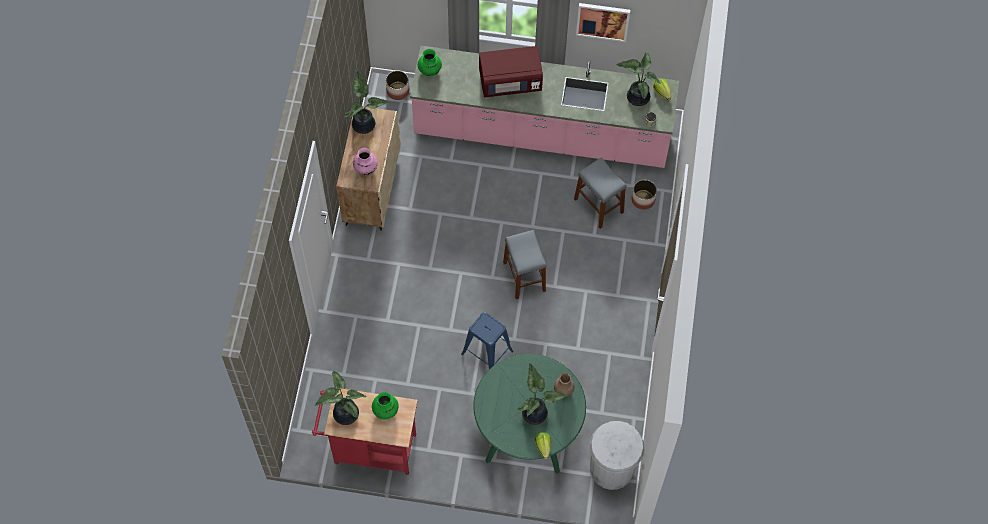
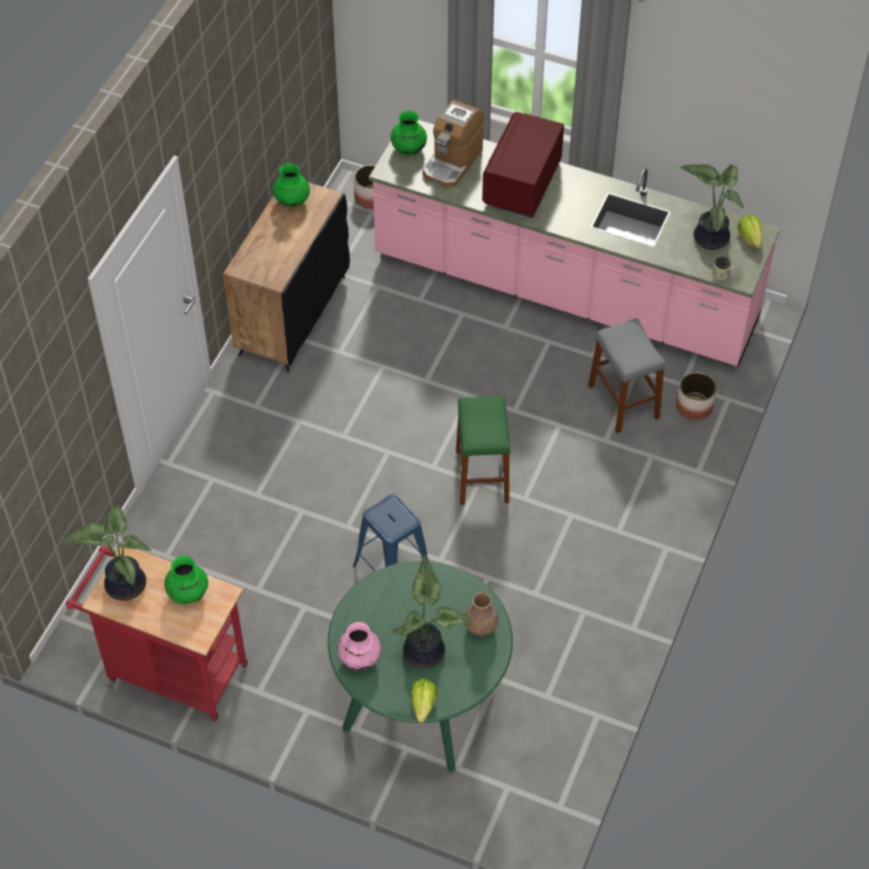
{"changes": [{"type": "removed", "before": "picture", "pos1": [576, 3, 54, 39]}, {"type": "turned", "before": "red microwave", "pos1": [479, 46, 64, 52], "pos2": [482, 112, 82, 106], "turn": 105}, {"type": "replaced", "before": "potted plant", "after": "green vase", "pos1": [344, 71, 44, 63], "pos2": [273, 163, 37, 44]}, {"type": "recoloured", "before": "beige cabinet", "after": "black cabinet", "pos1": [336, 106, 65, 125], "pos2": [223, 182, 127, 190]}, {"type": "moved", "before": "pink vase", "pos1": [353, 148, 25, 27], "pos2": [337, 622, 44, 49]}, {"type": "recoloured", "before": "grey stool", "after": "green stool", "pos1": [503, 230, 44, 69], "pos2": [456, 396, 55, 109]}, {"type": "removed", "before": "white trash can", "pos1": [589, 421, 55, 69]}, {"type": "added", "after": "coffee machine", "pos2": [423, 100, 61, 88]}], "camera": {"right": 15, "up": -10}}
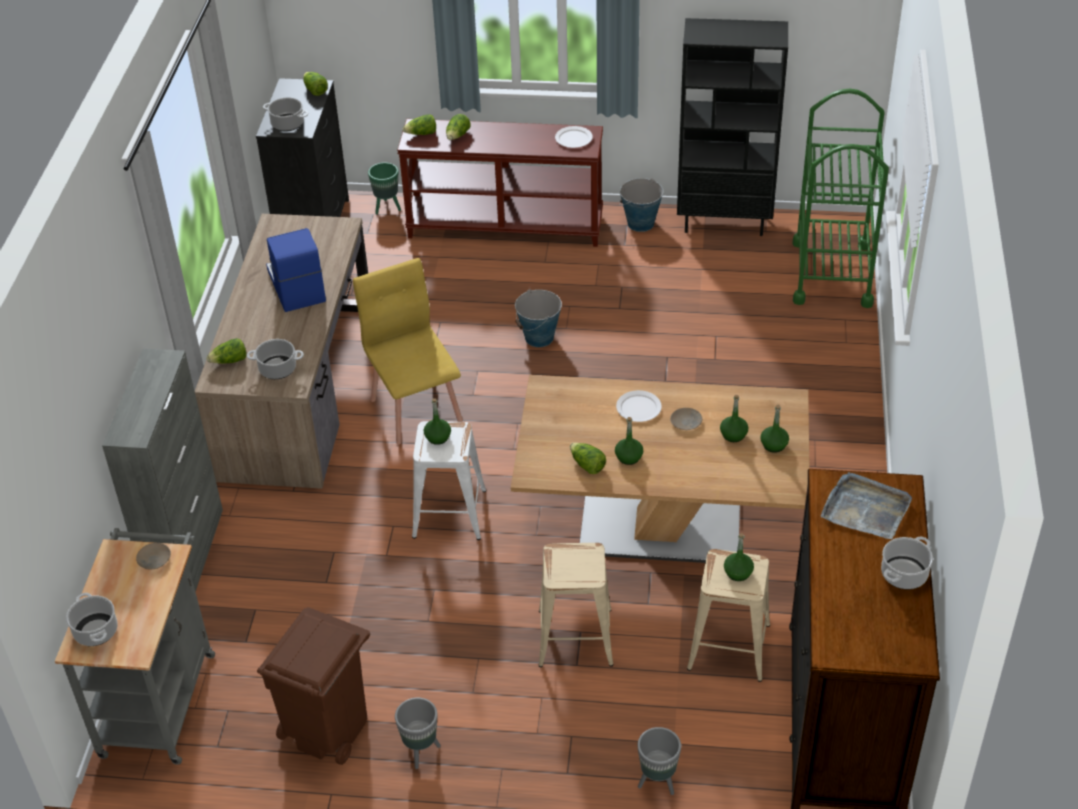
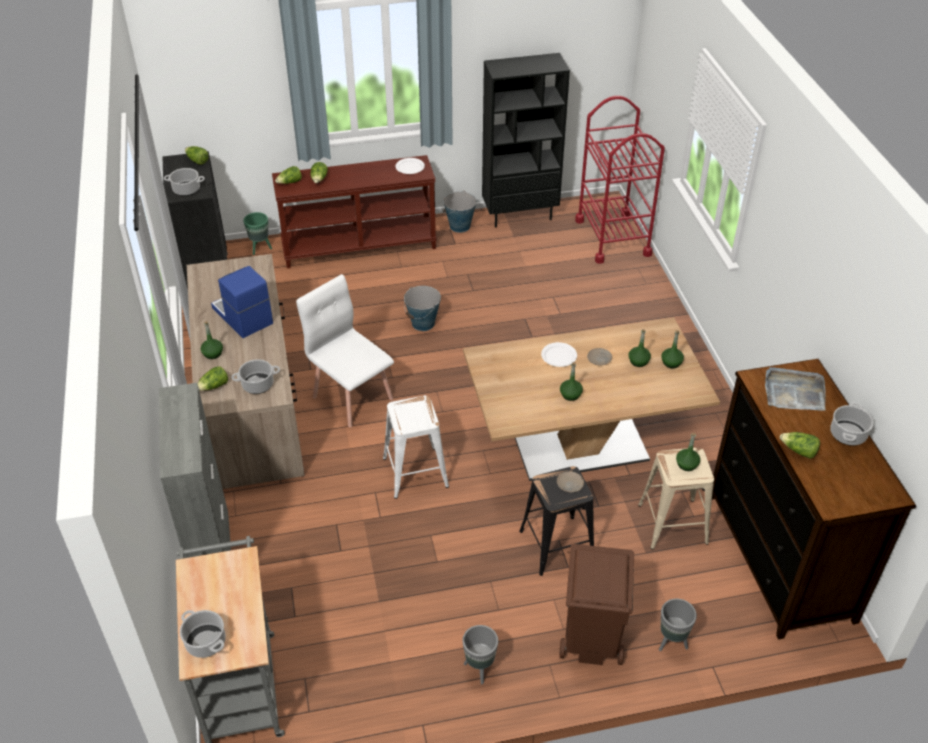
{"changes": [{"type": "recoloured", "before": "green cart", "after": "red cart", "pos1": [792, 89, 97, 219], "pos2": [575, 96, 90, 168]}, {"type": "recoloured", "before": "yellow chair", "after": "white chair", "pos1": [353, 258, 110, 187], "pos2": [296, 274, 98, 154]}, {"type": "moved", "before": "green bottle", "pos1": [424, 398, 27, 47], "pos2": [201, 321, 22, 38]}, {"type": "moved", "before": "lettuce", "pos1": [570, 443, 36, 31], "pos2": [780, 432, 40, 27]}, {"type": "moved", "before": "beige plate", "pos1": [136, 543, 35, 26], "pos2": [557, 471, 27, 22]}, {"type": "recoloured", "before": "beige stool", "after": "black stool", "pos1": [539, 543, 74, 124], "pos2": [520, 466, 74, 110]}, {"type": "moved", "before": "brown trash can", "pos1": [257, 607, 113, 158], "pos2": [559, 544, 75, 121]}], "camera": {"right": -20, "up": 0}}
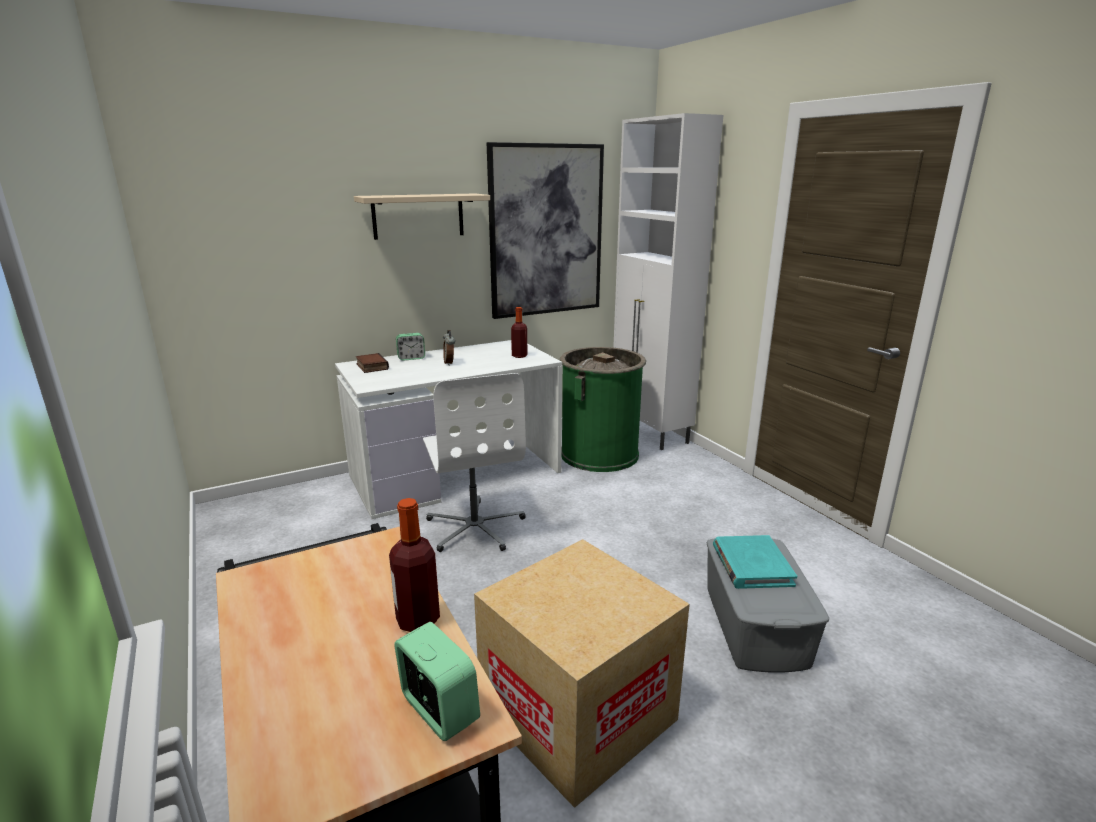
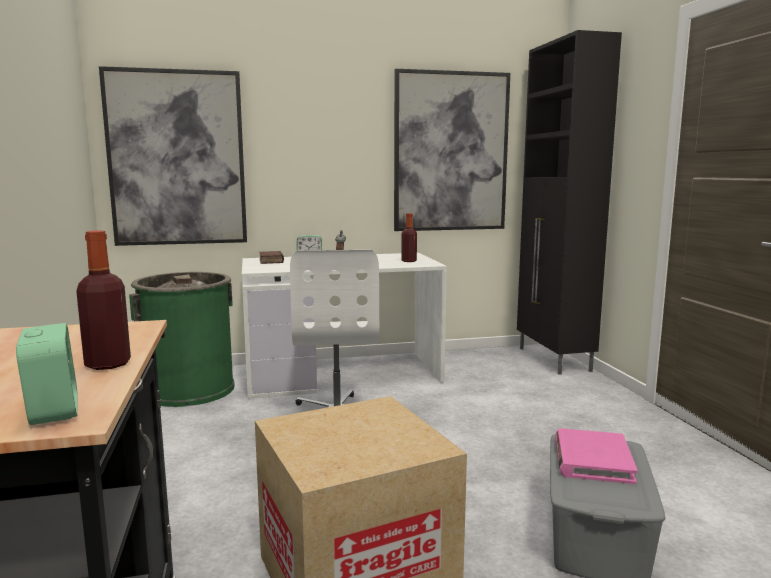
{"changes": [{"type": "recoloured", "before": "white cabinet", "after": "black cabinet", "pos1": [613, 113, 110, 337], "pos2": [517, 30, 105, 344]}, {"type": "removed", "before": "beige shelf", "pos1": [354, 193, 136, 47]}, {"type": "moved", "before": "green trash can", "pos1": [560, 347, 86, 125], "pos2": [129, 272, 106, 135]}, {"type": "recoloured", "before": "turquoise book", "after": "pink book", "pos1": [713, 535, 84, 54], "pos2": [555, 428, 83, 56]}, {"type": "added", "after": "picture", "pos2": [99, 66, 148, 180]}], "camera": {"right": 15, "up": -10}}
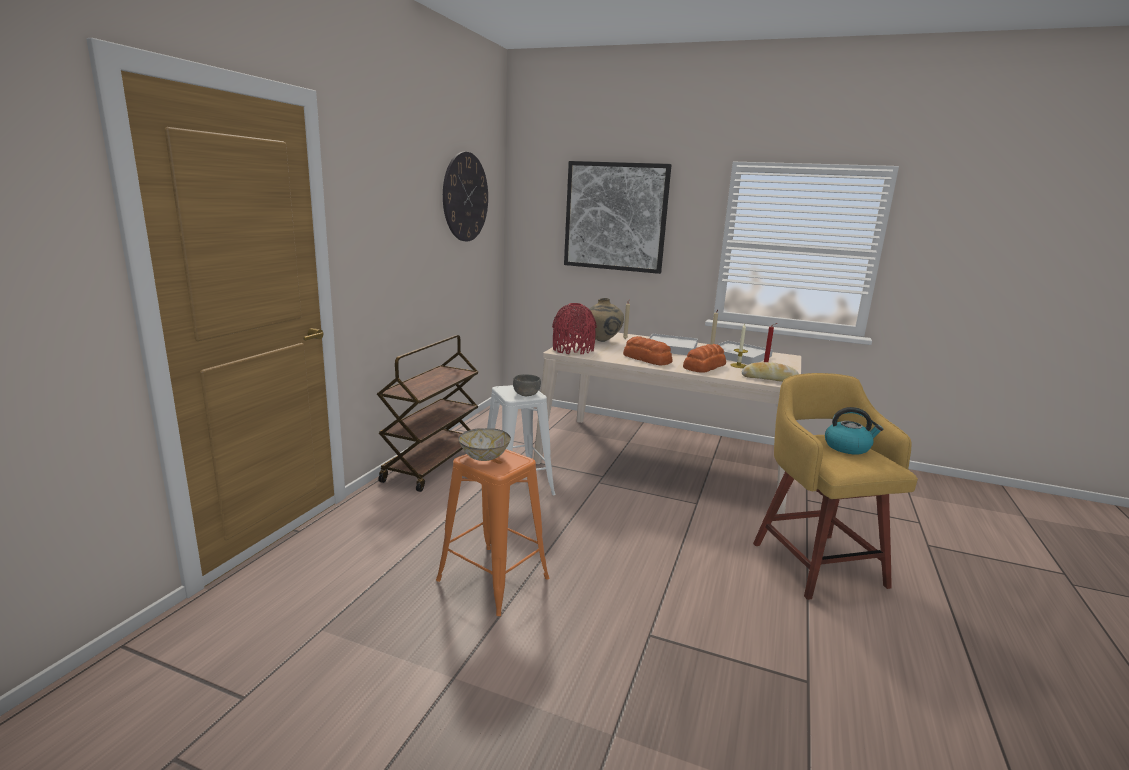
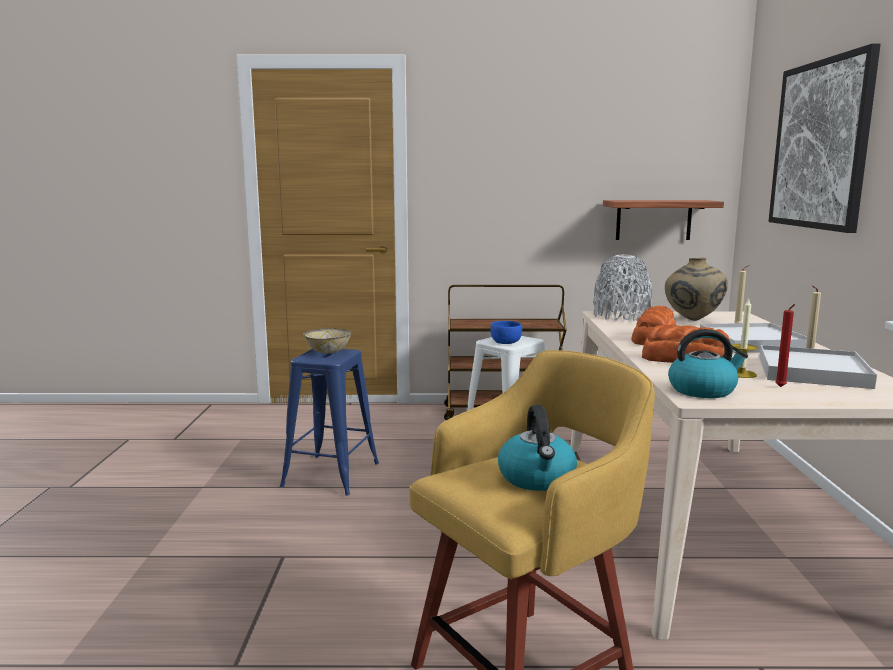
{"changes": [{"type": "removed", "before": "wall clock", "pos1": [443, 152, 45, 89]}, {"type": "recoloured", "before": "red vase", "after": "grey vase", "pos1": [552, 303, 45, 51], "pos2": [594, 255, 58, 66]}, {"type": "replaced", "before": "bread", "after": "kettle", "pos1": [742, 362, 57, 20], "pos2": [668, 329, 80, 69]}, {"type": "recoloured", "before": "grey bowl", "after": "blue bowl", "pos1": [513, 374, 28, 22], "pos2": [490, 321, 32, 23]}, {"type": "recoloured", "before": "orange stool", "after": "blue stool", "pos1": [436, 449, 113, 167], "pos2": [280, 349, 99, 147]}, {"type": "added", "after": "shelf", "pos2": [603, 200, 121, 40]}], "camera": {"right": 70, "up": -5}}
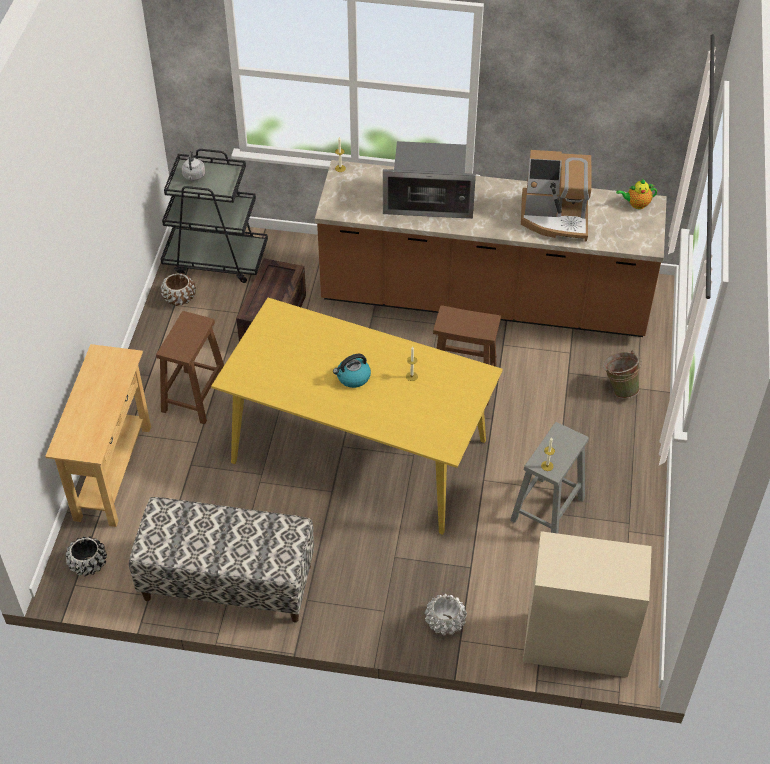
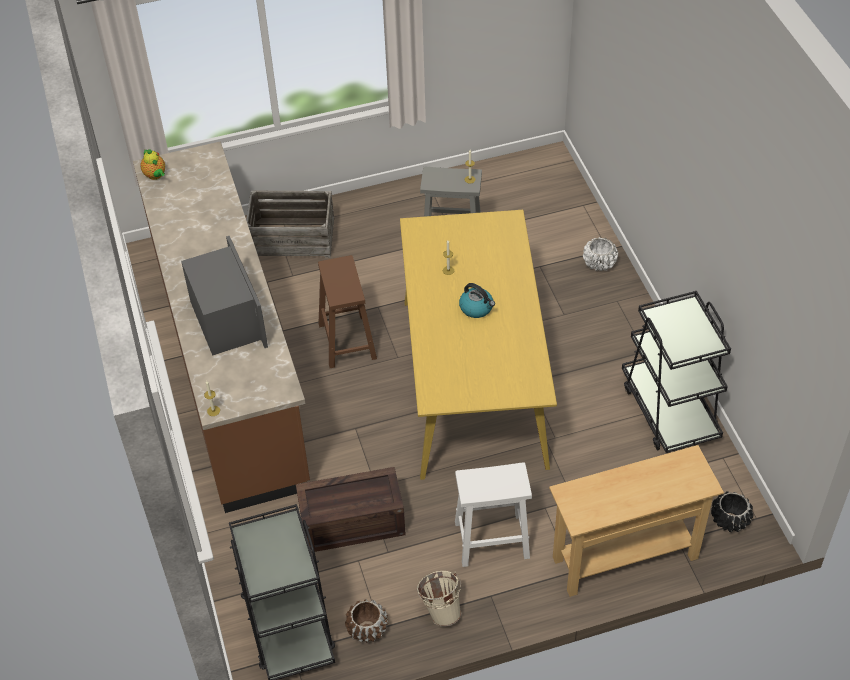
{"changes": [{"type": "removed", "before": "coffee machine", "pos1": [521, 150, 71, 92]}, {"type": "removed", "before": "grey kettle", "pos1": [182, 151, 23, 30]}, {"type": "recoloured", "before": "brown stool", "after": "white stool", "pos1": [156, 311, 68, 113], "pos2": [455, 462, 77, 105]}, {"type": "replaced", "before": "green bucket", "after": "crate", "pos1": [603, 350, 39, 49], "pos2": [246, 191, 88, 67]}, {"type": "replaced", "before": "bench", "after": "black cart", "pos1": [129, 497, 185, 126], "pos2": [622, 291, 109, 162]}, {"type": "removed", "before": "beige cabinet", "pos1": [523, 531, 129, 146]}, {"type": "added", "after": "beige bucket", "pos2": [417, 571, 44, 56]}], "camera": {"right": -115, "up": 0}}
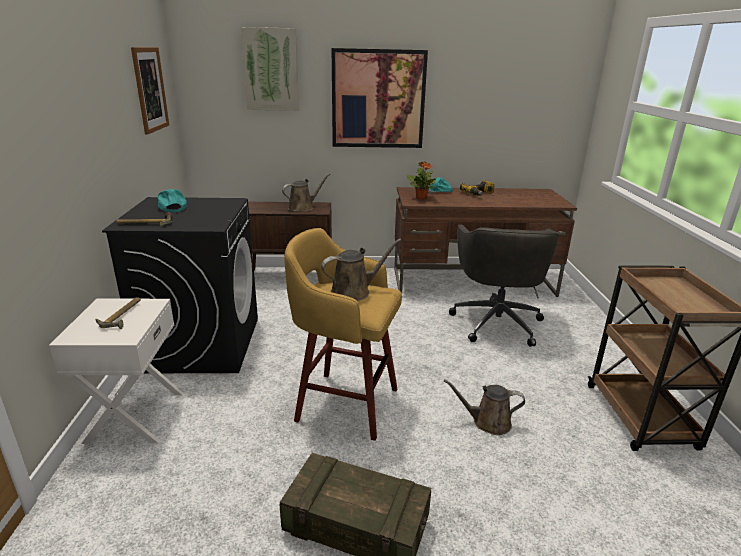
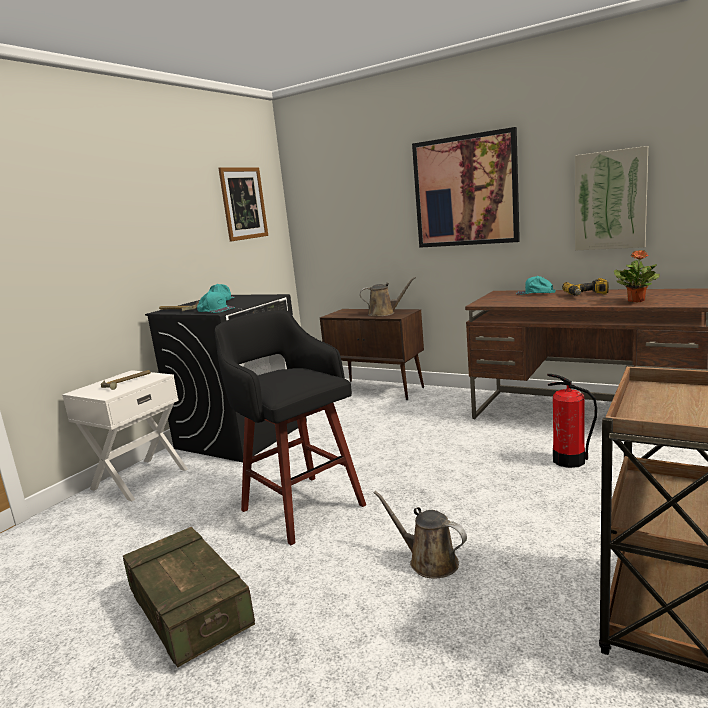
{"changes": [{"type": "moved", "before": "picture", "pos1": [241, 27, 58, 84], "pos2": [575, 146, 73, 105]}, {"type": "moved", "before": "potted plant", "pos1": [407, 161, 29, 38], "pos2": [614, 250, 46, 52]}, {"type": "replaced", "before": "grey office chair", "after": "fire extinguisher", "pos1": [449, 224, 110, 123], "pos2": [547, 374, 50, 94]}, {"type": "recoloured", "before": "yellow stool", "after": "black stool", "pos1": [284, 228, 118, 213], "pos2": [215, 310, 151, 235]}, {"type": "removed", "before": "brown watering can", "pos1": [321, 238, 80, 63]}, {"type": "added", "after": "turquoise cap", "pos2": [197, 292, 38, 21]}], "camera": {"right": 35, "up": -10}}
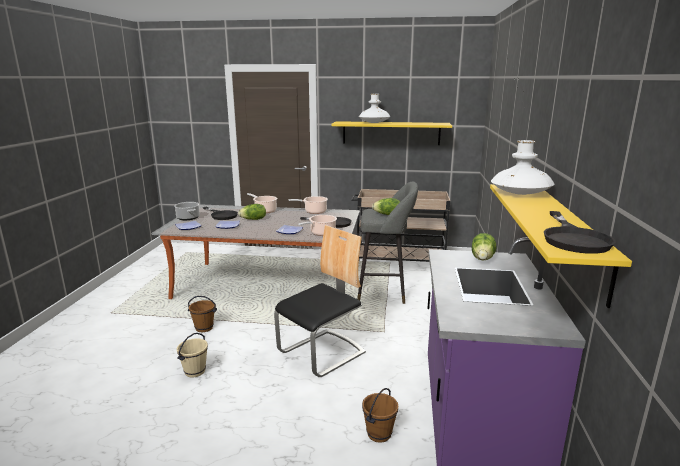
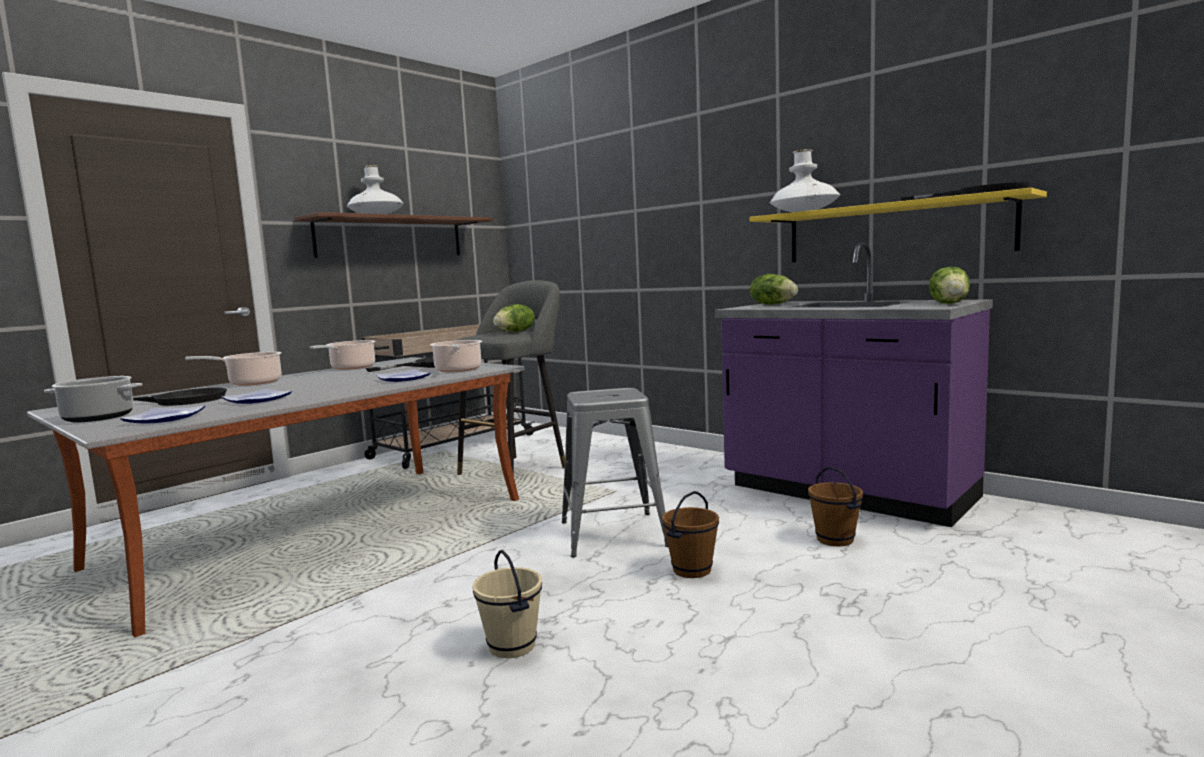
{"changes": [{"type": "recoloured", "before": "yellow shelf", "after": "brown shelf", "pos1": [331, 121, 121, 24], "pos2": [295, 212, 198, 46]}, {"type": "moved", "before": "lettuce", "pos1": [238, 204, 28, 16], "pos2": [929, 267, 41, 37]}, {"type": "replaced", "before": "chair", "after": "grey stool", "pos1": [274, 225, 92, 152], "pos2": [562, 388, 106, 169]}, {"type": "moved", "before": "brown bucket", "pos1": [188, 296, 29, 36], "pos2": [662, 491, 57, 87]}], "camera": {"right": -55, "up": -10}}
